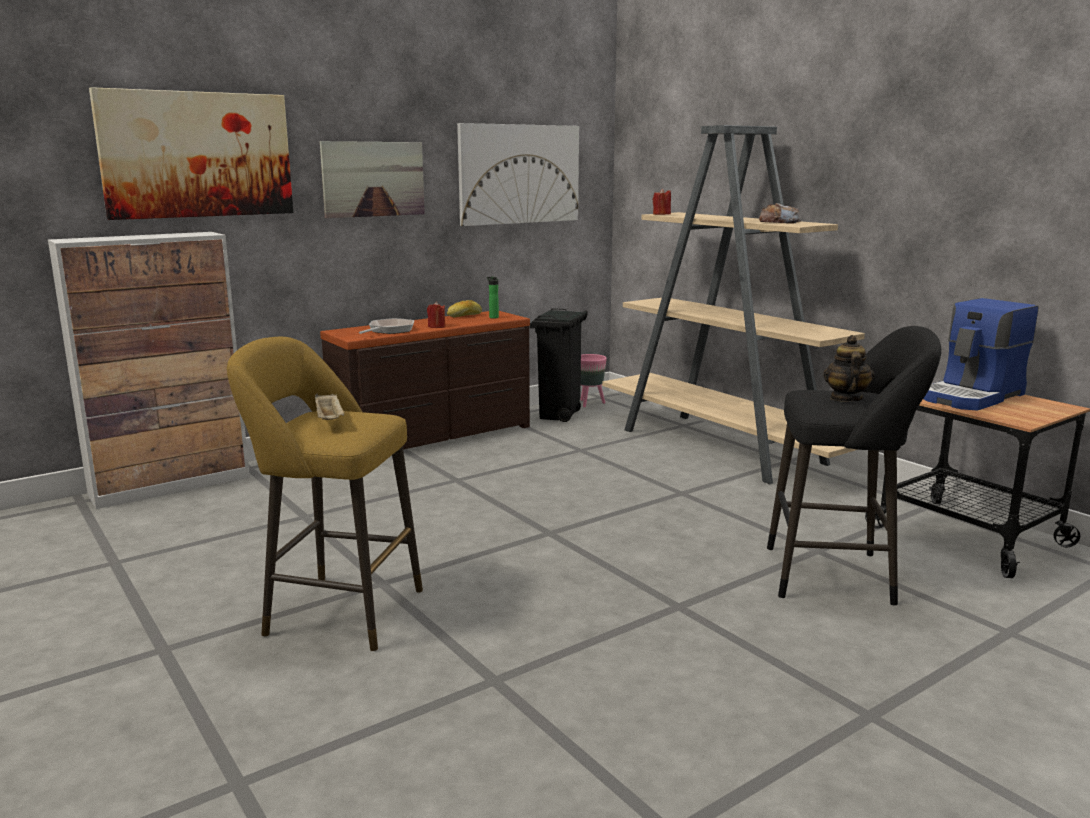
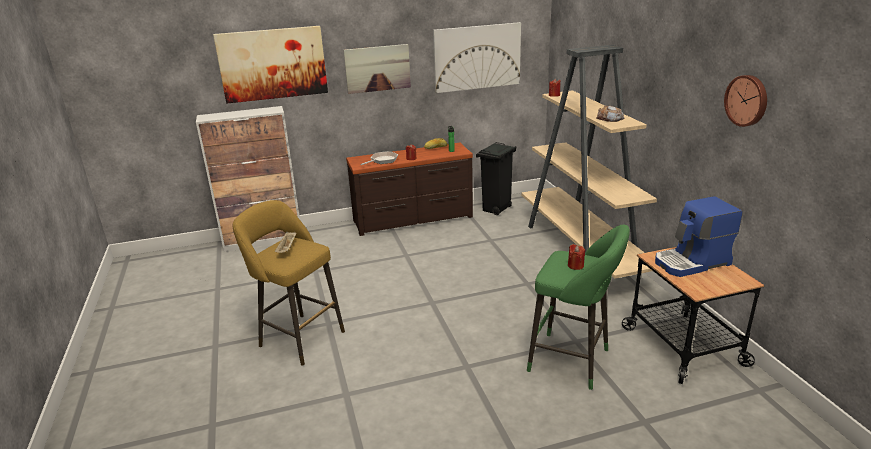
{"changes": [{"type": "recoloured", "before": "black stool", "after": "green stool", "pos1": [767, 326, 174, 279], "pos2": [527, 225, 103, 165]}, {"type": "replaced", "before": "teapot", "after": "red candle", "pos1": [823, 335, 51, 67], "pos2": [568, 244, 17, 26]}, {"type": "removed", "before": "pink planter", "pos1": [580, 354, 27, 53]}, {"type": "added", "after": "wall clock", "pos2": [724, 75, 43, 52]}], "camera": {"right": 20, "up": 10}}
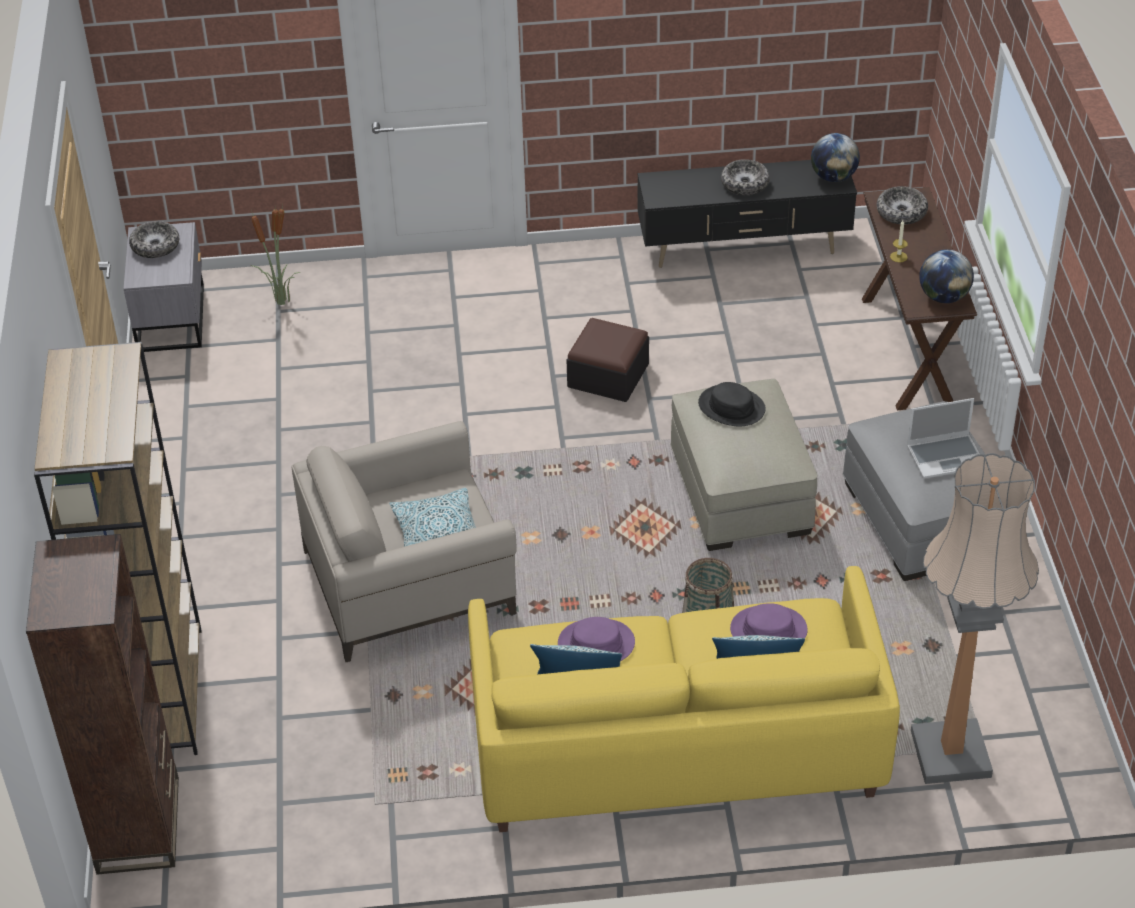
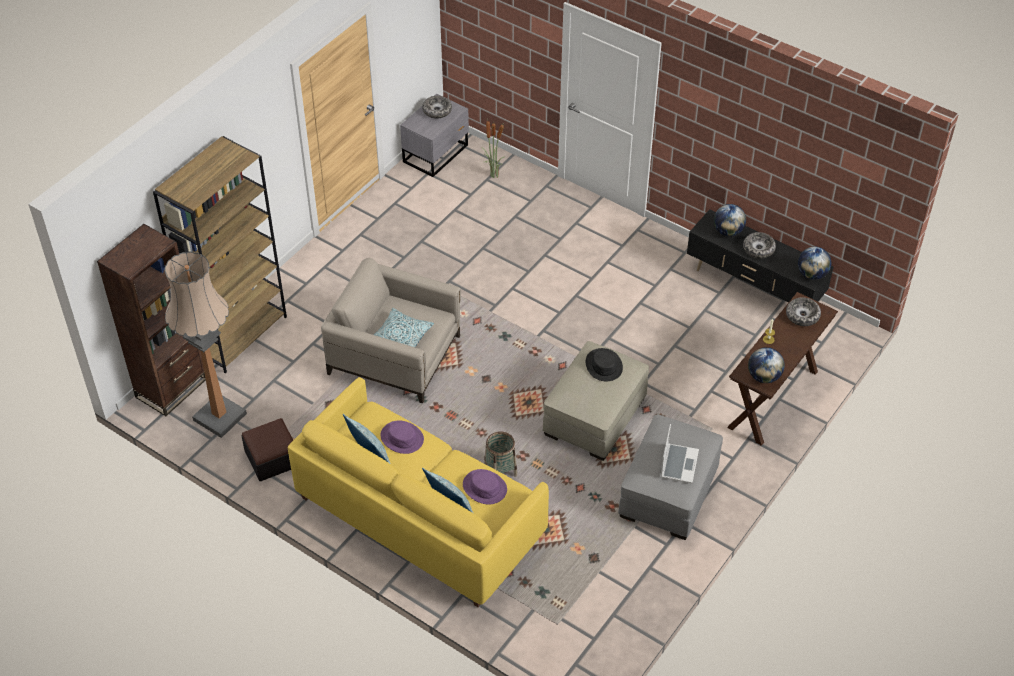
{"changes": [{"type": "moved", "before": "ottoman", "pos1": [567, 318, 82, 84], "pos2": [242, 418, 51, 63]}, {"type": "turned", "before": "laptop", "pos1": [907, 398, 72, 81], "pos2": [660, 424, 39, 59], "turn": -105}, {"type": "moved", "before": "floor lamp", "pos1": [911, 453, 128, 331], "pos2": [165, 251, 82, 187]}, {"type": "added", "after": "globe", "pos2": [714, 204, 32, 32]}], "camera": {"right": 40, "up": 5}}
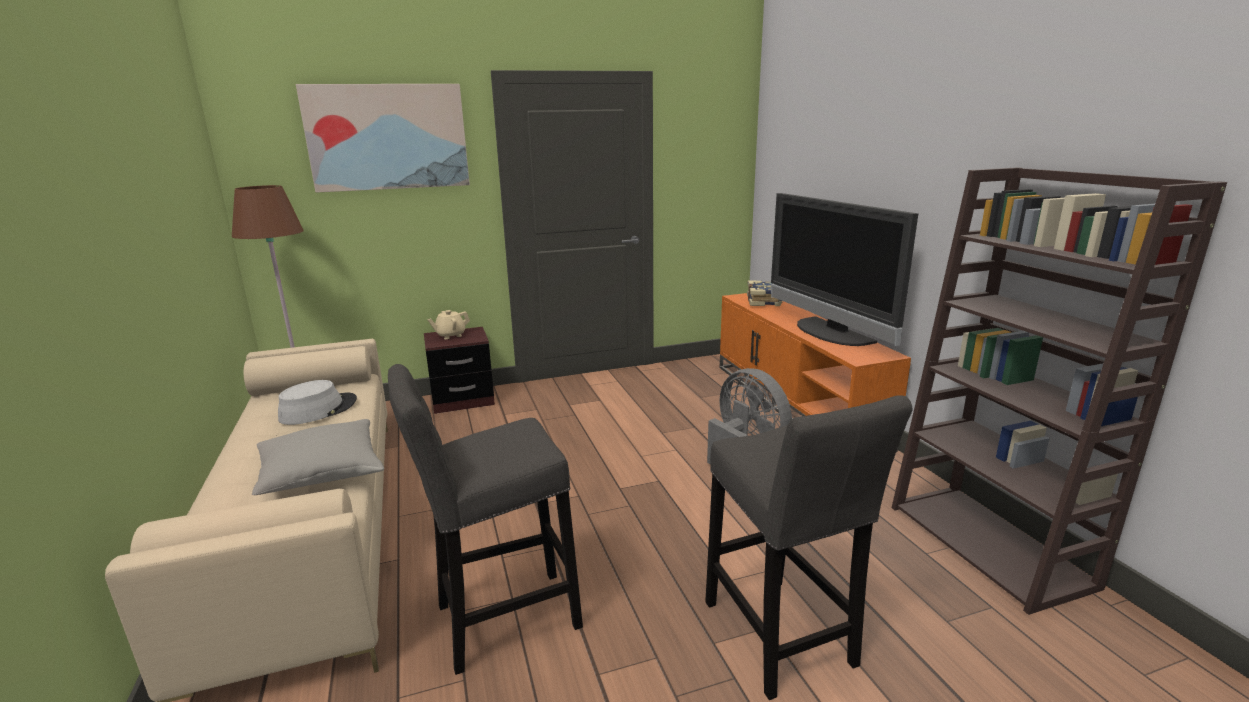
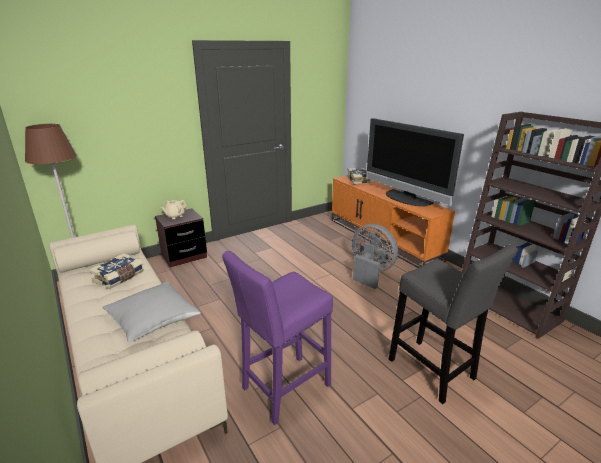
{"changes": [{"type": "removed", "before": "picture", "pos1": [296, 84, 174, 109]}, {"type": "recoloured", "before": "grey stool", "after": "purple stool", "pos1": [388, 364, 195, 311], "pos2": [222, 251, 111, 174]}, {"type": "replaced", "before": "grey hat", "after": "book", "pos1": [278, 380, 79, 45], "pos2": [89, 253, 54, 36]}], "camera": {"right": -15, "up": 5}}
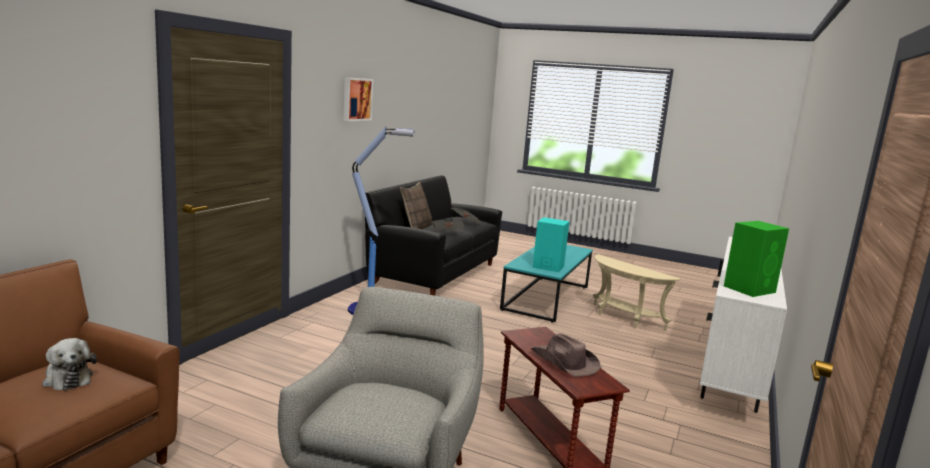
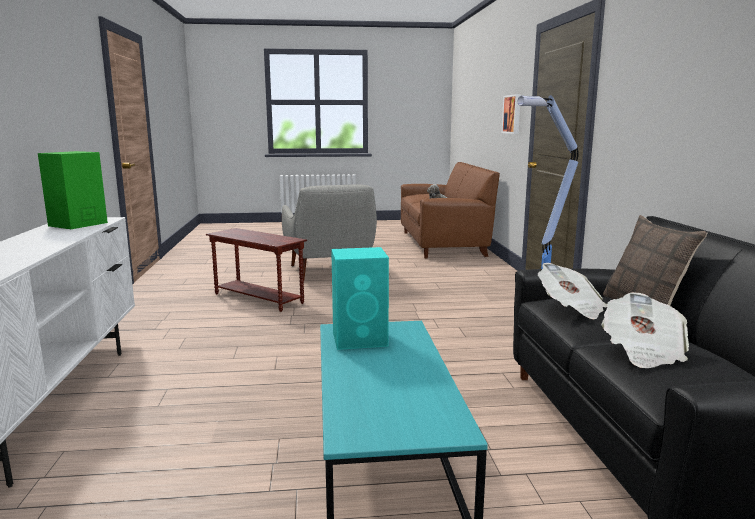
{"changes": [{"type": "moved", "before": "picture", "pos1": [344, 77, 29, 44], "pos2": [502, 94, 19, 40]}, {"type": "removed", "before": "beige side table", "pos1": [593, 254, 88, 77]}, {"type": "removed", "before": "brown hat", "pos1": [531, 333, 70, 43]}], "camera": {"right": 150, "up": 0}}
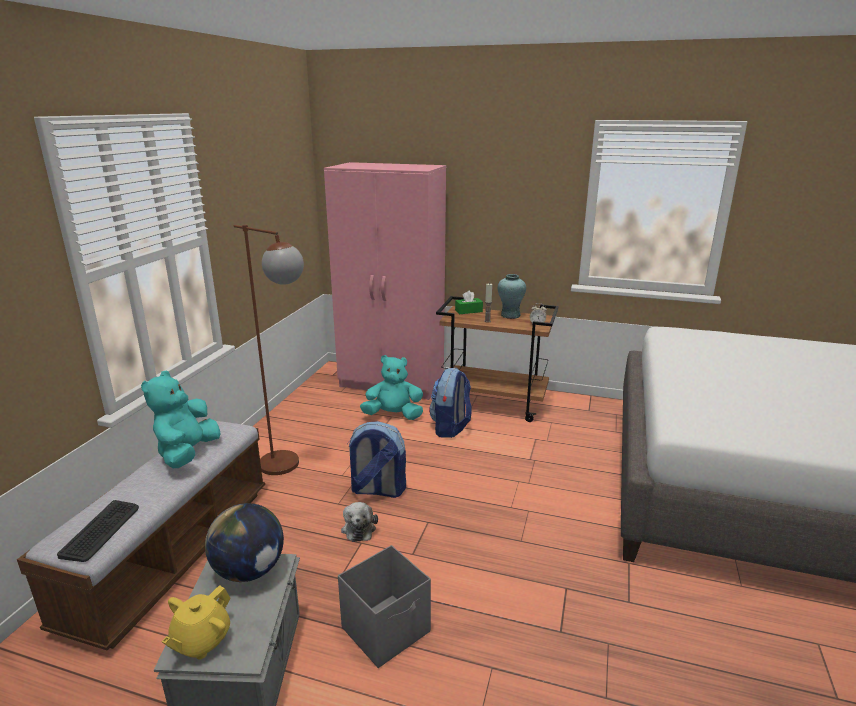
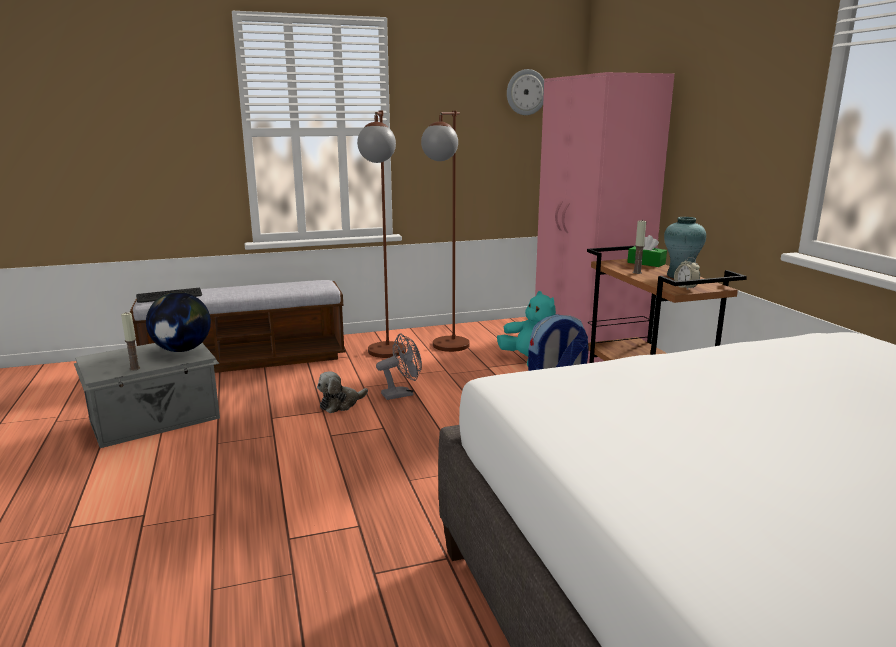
{"changes": [{"type": "removed", "before": "turquoise plush toy", "pos1": [141, 370, 79, 98]}, {"type": "replaced", "before": "backpack", "after": "grey fan", "pos1": [347, 421, 59, 77], "pos2": [376, 334, 46, 66]}, {"type": "removed", "before": "grey storage box", "pos1": [338, 545, 93, 123]}, {"type": "removed", "before": "yellow teapot", "pos1": [161, 585, 69, 74]}, {"type": "added", "after": "wall clock", "pos2": [507, 69, 38, 46]}, {"type": "added", "after": "brown floor lamp", "pos2": [421, 111, 49, 241]}, {"type": "added", "after": "candle", "pos2": [121, 313, 19, 58]}], "camera": {"right": 55, "up": -5}}
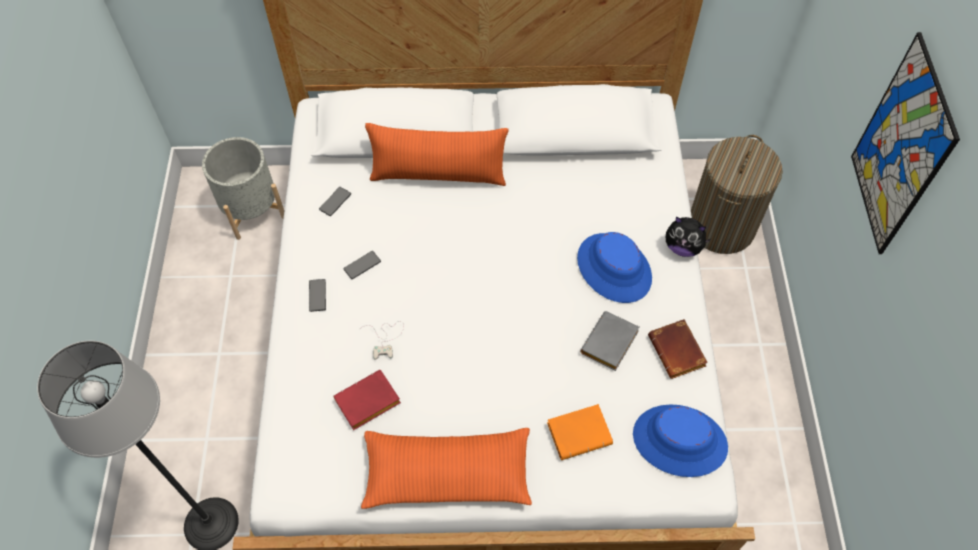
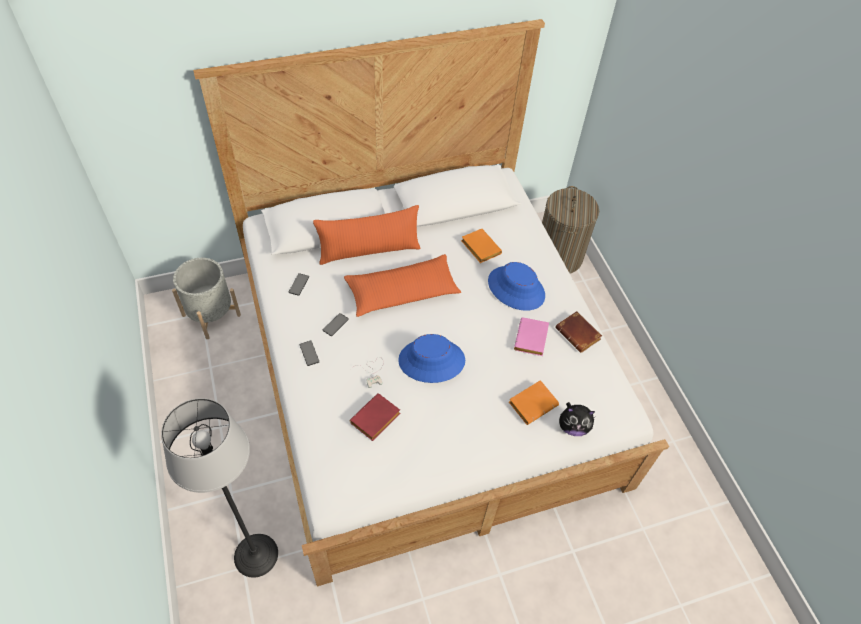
{"changes": [{"type": "removed", "before": "picture", "pos1": [851, 32, 109, 222]}, {"type": "moved", "before": "plush toy", "pos1": [666, 216, 46, 41], "pos2": [559, 402, 36, 34]}, {"type": "recoloured", "before": "grey book", "after": "pink book", "pos1": [580, 311, 59, 60], "pos2": [514, 318, 35, 38]}, {"type": "moved", "before": "blue hat", "pos1": [633, 404, 95, 73], "pos2": [398, 334, 67, 49]}, {"type": "moved", "before": "orange pillow", "pos1": [361, 428, 171, 81], "pos2": [344, 254, 117, 63]}, {"type": "added", "after": "orange book", "pos2": [461, 229, 41, 34]}], "camera": {"right": -20, "up": -5}}
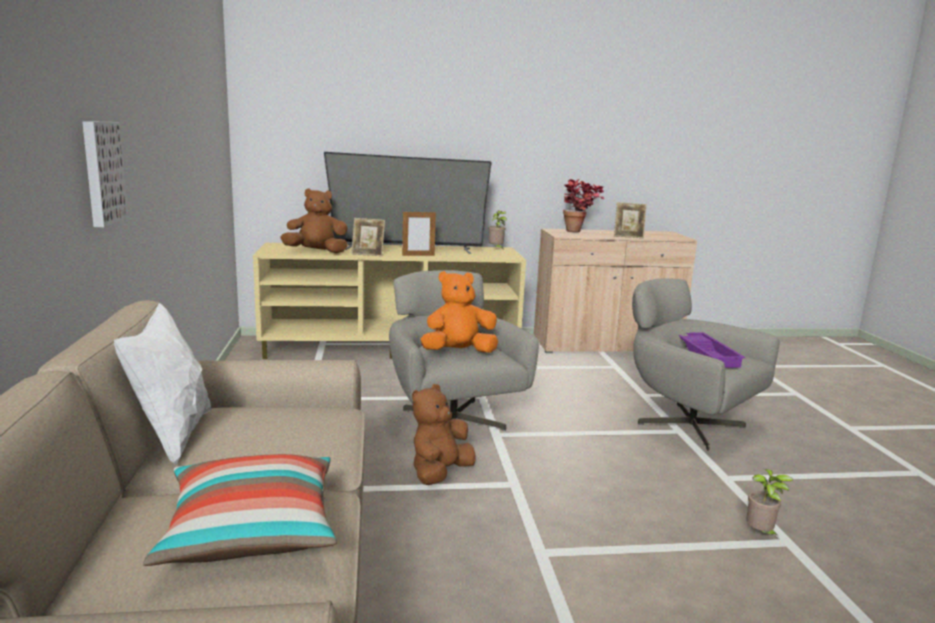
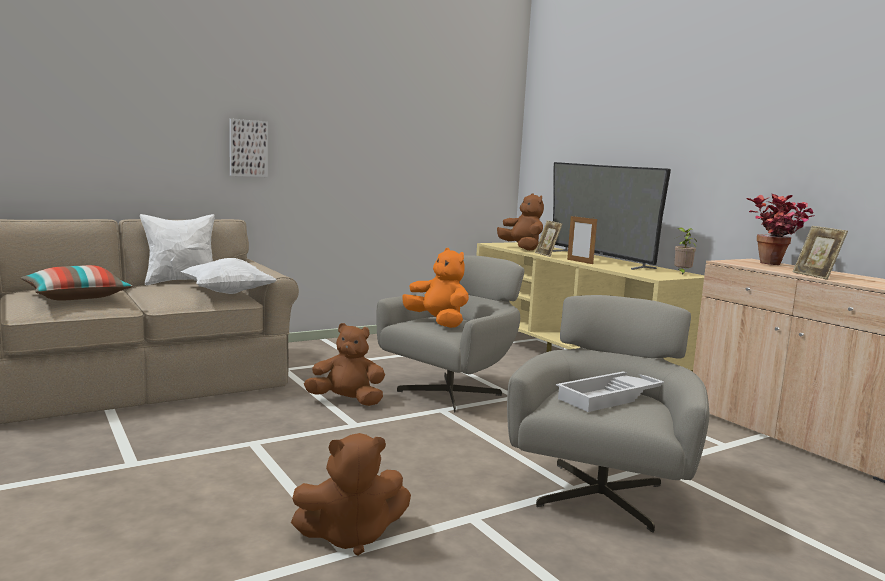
{"changes": [{"type": "recoloured", "before": "purple tray", "after": "white tray", "pos1": [679, 332, 66, 36], "pos2": [556, 372, 108, 40]}, {"type": "replaced", "before": "potted plant", "after": "brown plush toy", "pos1": [746, 468, 48, 68], "pos2": [291, 433, 120, 123]}, {"type": "added", "after": "white pillow", "pos2": [181, 258, 95, 36]}], "camera": {"right": 65, "up": -5}}
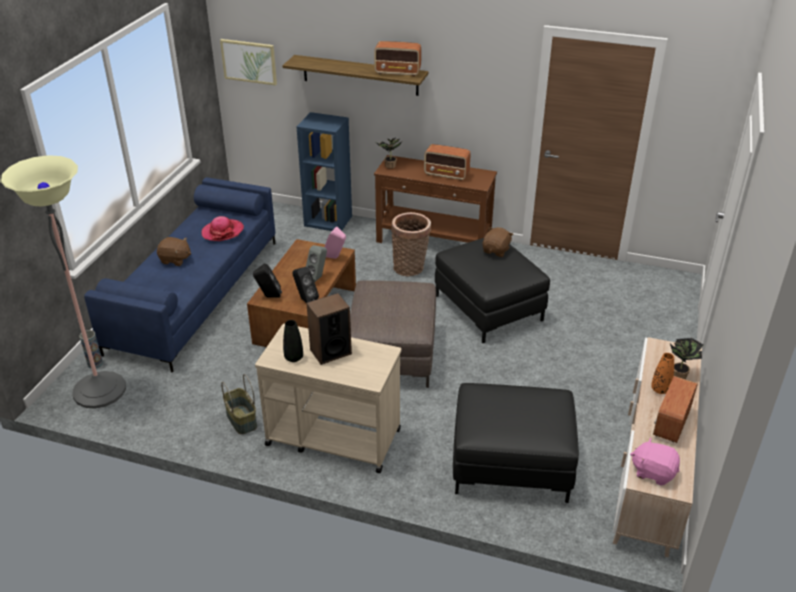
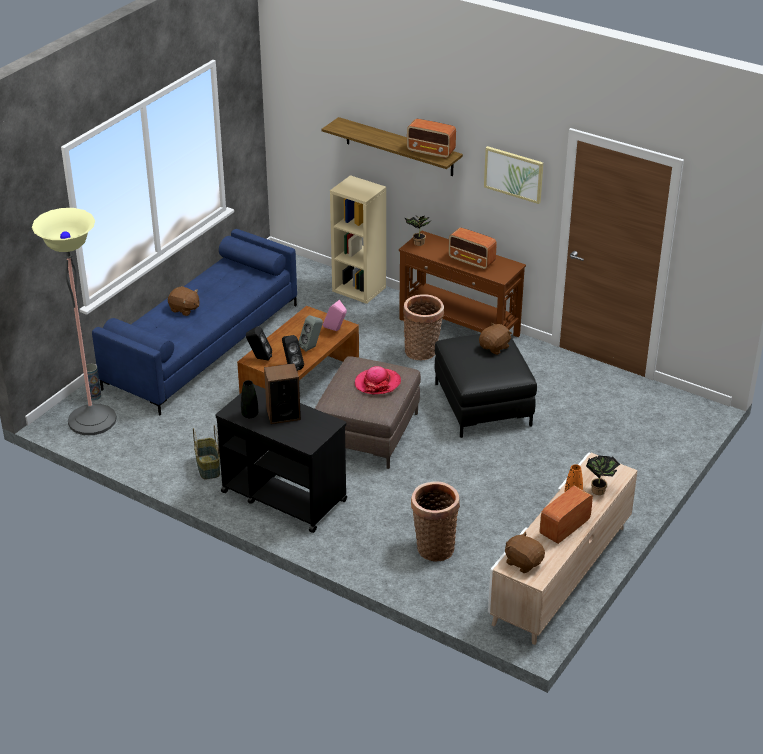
{"changes": [{"type": "moved", "before": "picture", "pos1": [220, 39, 57, 47], "pos2": [484, 146, 59, 58]}, {"type": "recoloured", "before": "blue bookcase", "after": "beige bookcase", "pos1": [297, 112, 55, 119], "pos2": [330, 175, 56, 129]}, {"type": "moved", "before": "hat", "pos1": [201, 216, 43, 25], "pos2": [355, 366, 46, 29]}, {"type": "recoloured", "before": "beige cart", "after": "black cart", "pos1": [255, 324, 147, 149], "pos2": [216, 384, 131, 149]}, {"type": "replaced", "before": "black ottoman", "after": "basket", "pos1": [453, 383, 126, 120], "pos2": [411, 481, 49, 81]}, {"type": "recoloured", "before": "pink plush toy", "after": "brown plush toy", "pos1": [630, 438, 50, 48], "pos2": [505, 532, 40, 41]}], "camera": {"right": 15, "up": 0}}
